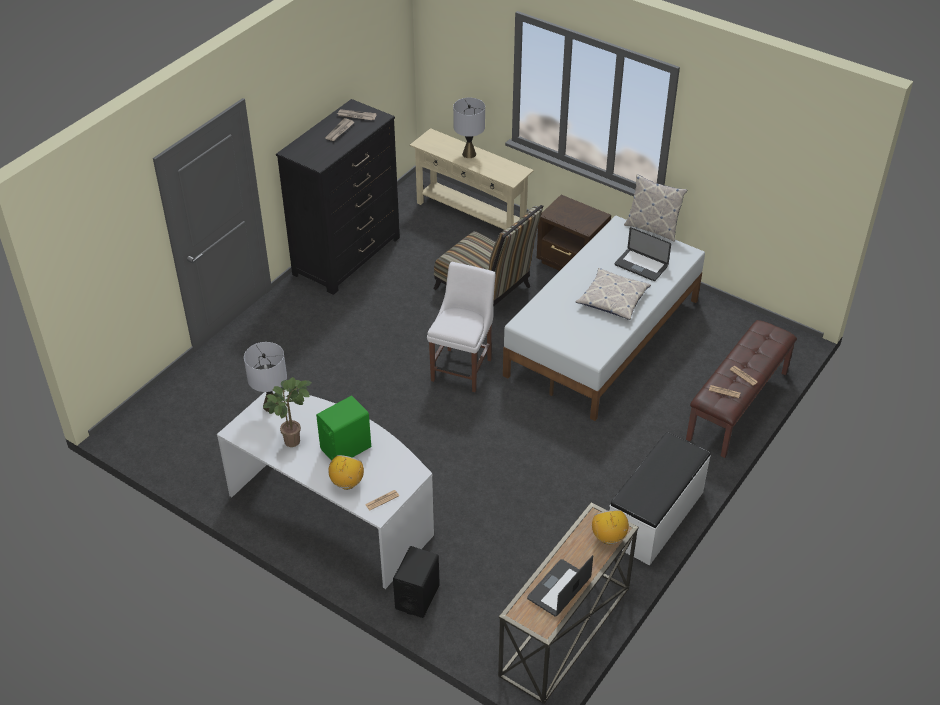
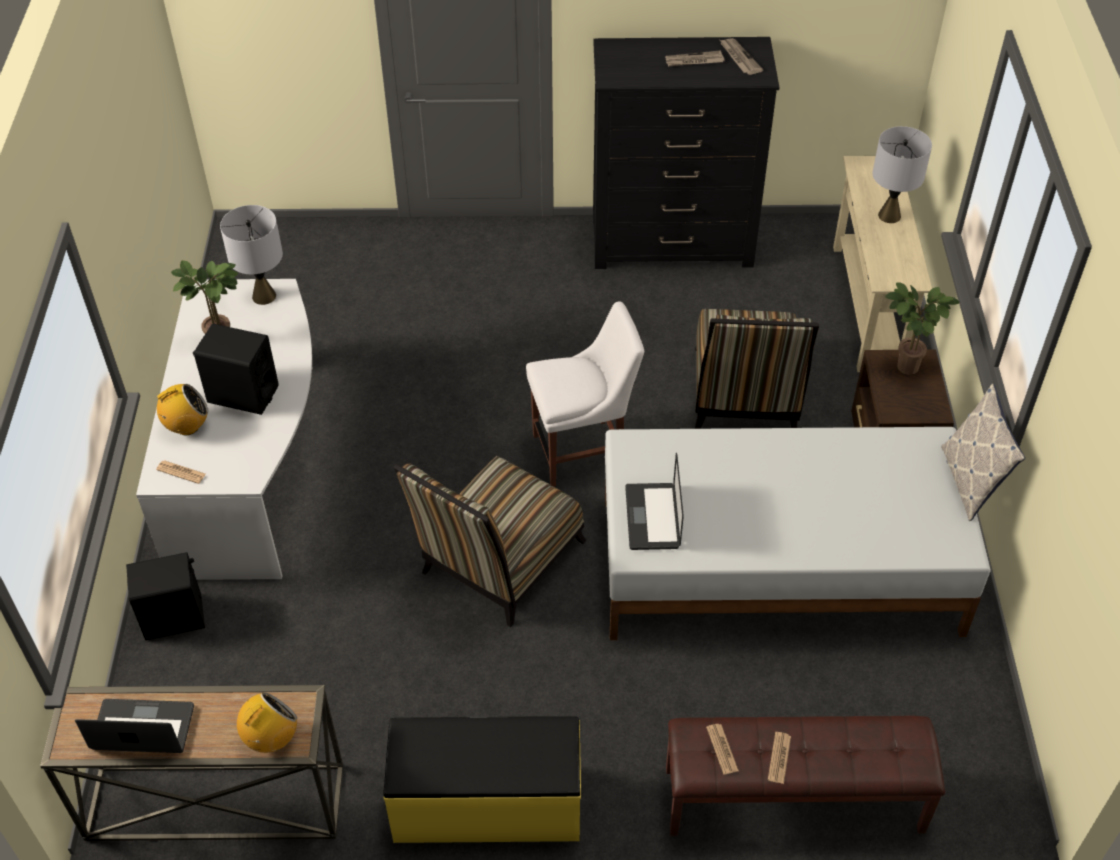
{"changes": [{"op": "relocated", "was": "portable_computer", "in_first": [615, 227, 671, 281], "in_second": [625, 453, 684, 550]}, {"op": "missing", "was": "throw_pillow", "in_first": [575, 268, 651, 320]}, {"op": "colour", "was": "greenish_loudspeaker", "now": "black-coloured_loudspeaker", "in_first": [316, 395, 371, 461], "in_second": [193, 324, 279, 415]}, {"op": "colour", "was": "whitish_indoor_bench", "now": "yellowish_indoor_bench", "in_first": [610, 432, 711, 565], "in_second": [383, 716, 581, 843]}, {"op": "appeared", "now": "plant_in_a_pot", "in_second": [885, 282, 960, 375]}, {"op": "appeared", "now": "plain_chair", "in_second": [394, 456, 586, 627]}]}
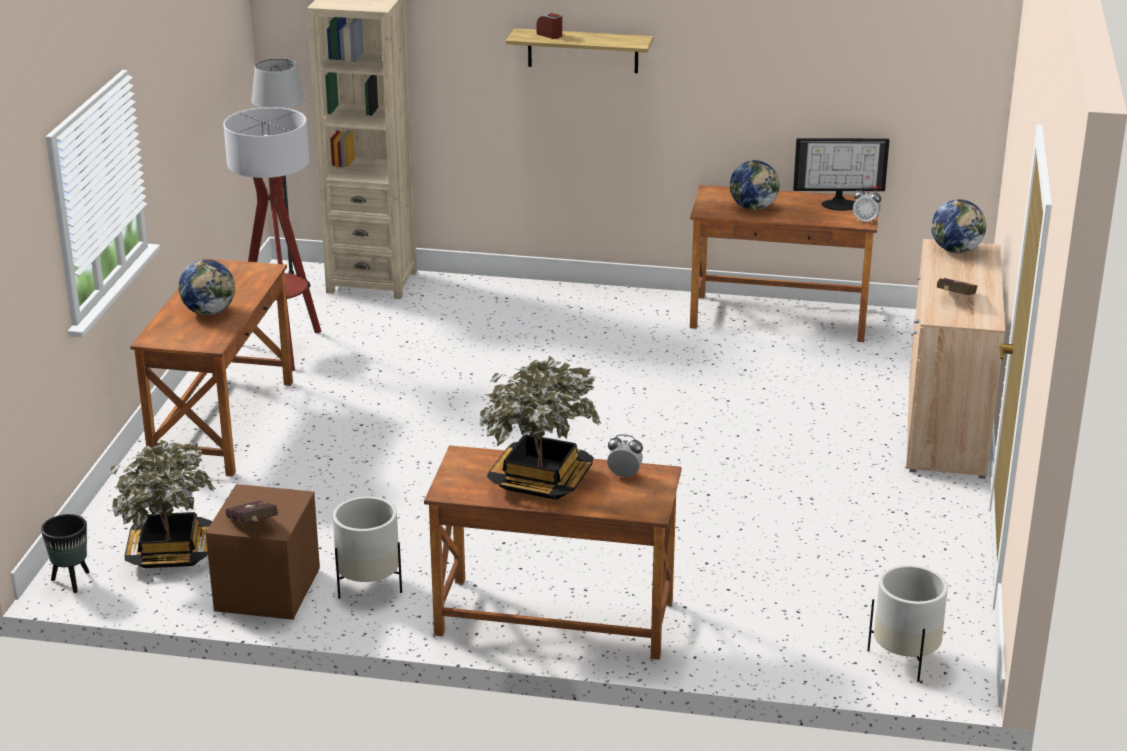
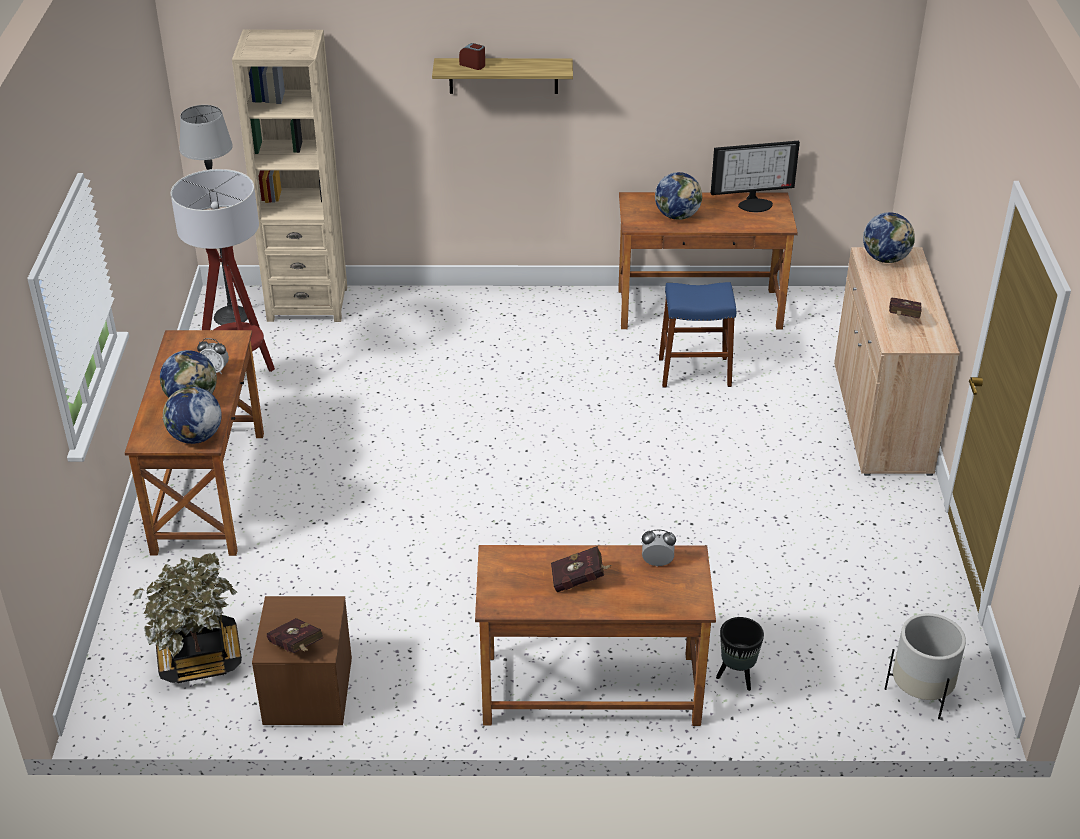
{"changes": [{"op": "relocated", "was": "alarm_clock", "in_first": [853, 187, 881, 224], "in_second": [197, 338, 229, 374]}, {"op": "exchanged", "was": "plant_in_a_pot", "now": "reddish_book", "in_first": [480, 356, 601, 500], "in_second": [551, 546, 612, 592]}, {"op": "missing", "was": "whitish_planter", "in_first": [333, 497, 402, 599]}, {"op": "relocated", "was": "black-coloured_planter", "in_first": [41, 514, 89, 593], "in_second": [716, 617, 764, 691]}, {"op": "appeared", "now": "blue_stool_seat", "in_second": [659, 282, 736, 387]}, {"op": "appeared", "now": "desk_globe", "in_second": [162, 387, 222, 444]}]}
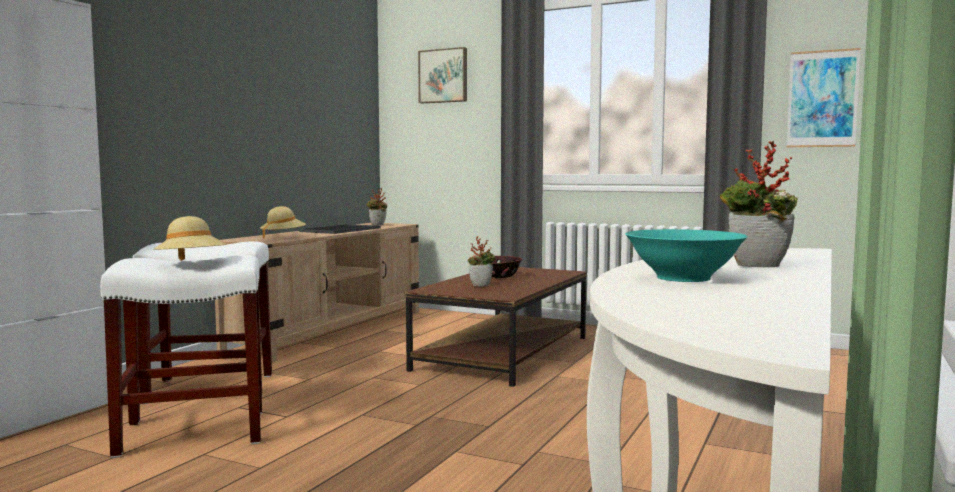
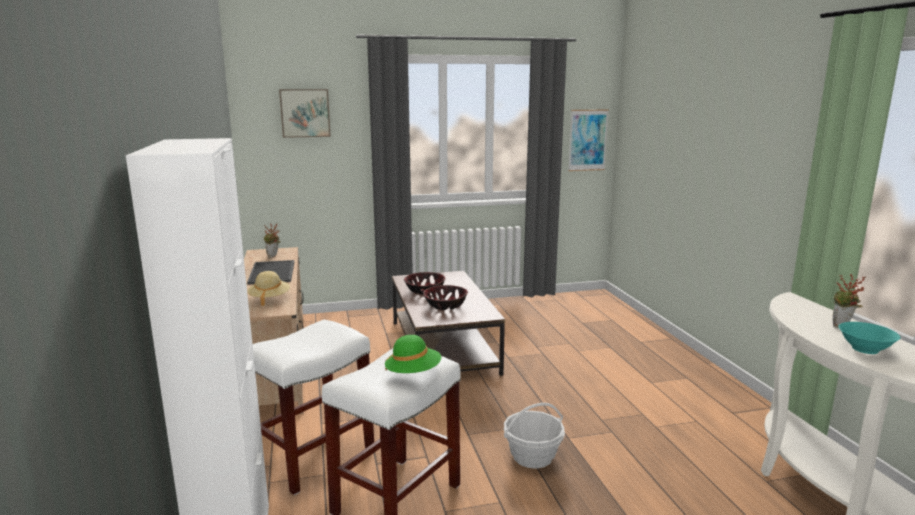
{"changes": [{"op": "colour", "was": "beige-coloured_hat", "now": "greenish_hat", "in_first": [154, 216, 227, 261], "in_second": [385, 335, 441, 373]}, {"op": "exchanged", "was": "plant_in_a_pot", "now": "deep_dish", "in_first": [468, 236, 496, 287], "in_second": [423, 285, 468, 310]}, {"op": "appeared", "now": "household_basket", "in_second": [504, 403, 565, 469]}]}
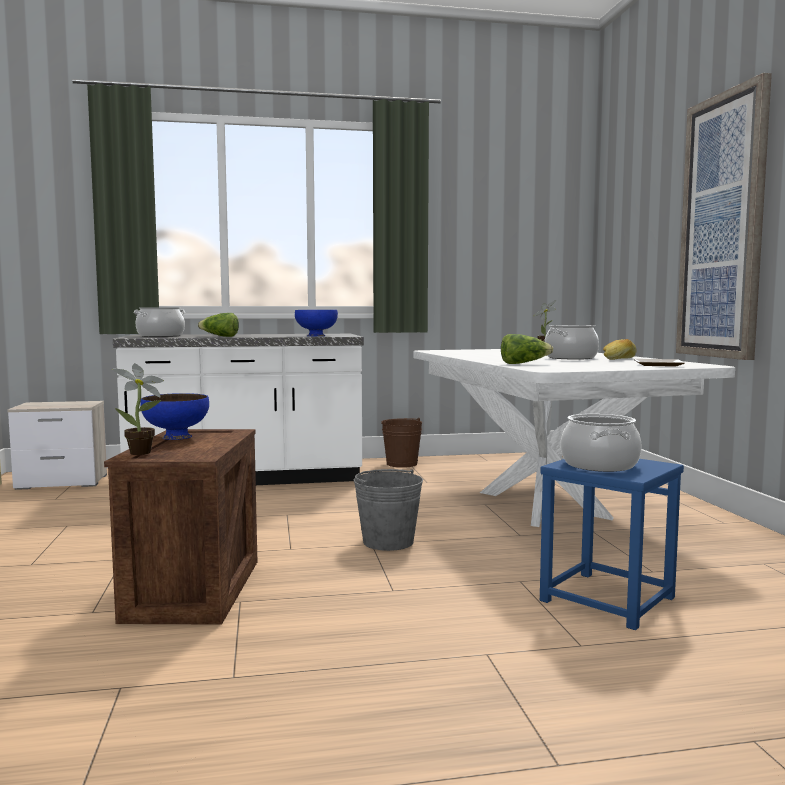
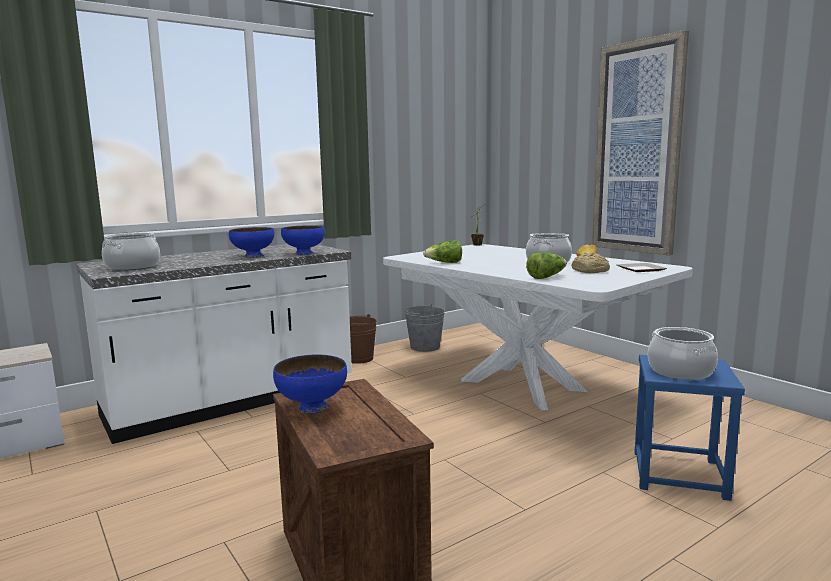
{"changes": [{"op": "relocated", "was": "lettuce", "in_first": [198, 313, 239, 337], "in_second": [423, 240, 462, 263]}, {"op": "missing", "was": "plant_in_a_pot", "in_first": [112, 363, 164, 455]}, {"op": "relocated", "was": "gray_water_bucket", "in_first": [354, 469, 423, 551], "in_second": [405, 304, 445, 352]}, {"op": "appeared", "now": "blue_deep_dish", "in_second": [229, 227, 274, 258]}, {"op": "appeared", "now": "bakery_bread", "in_second": [571, 253, 610, 273]}]}
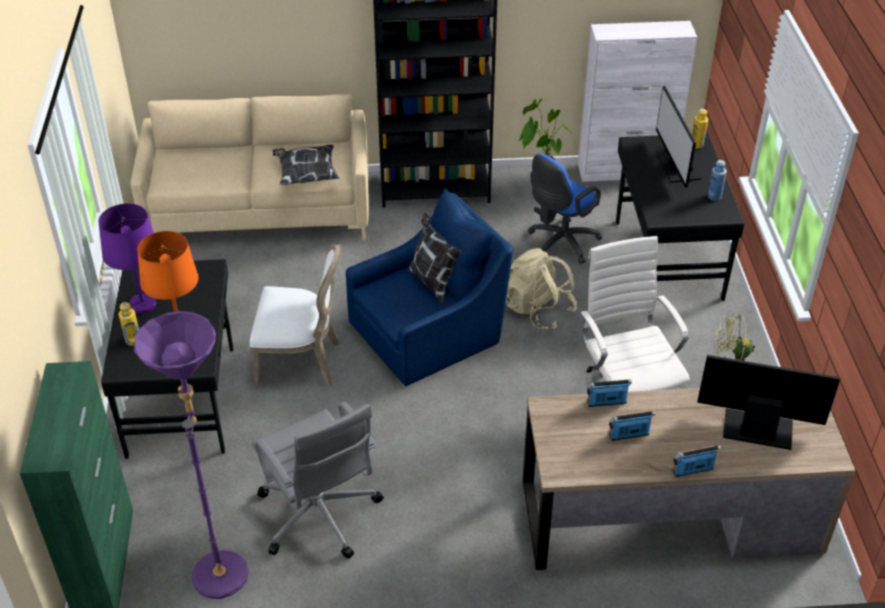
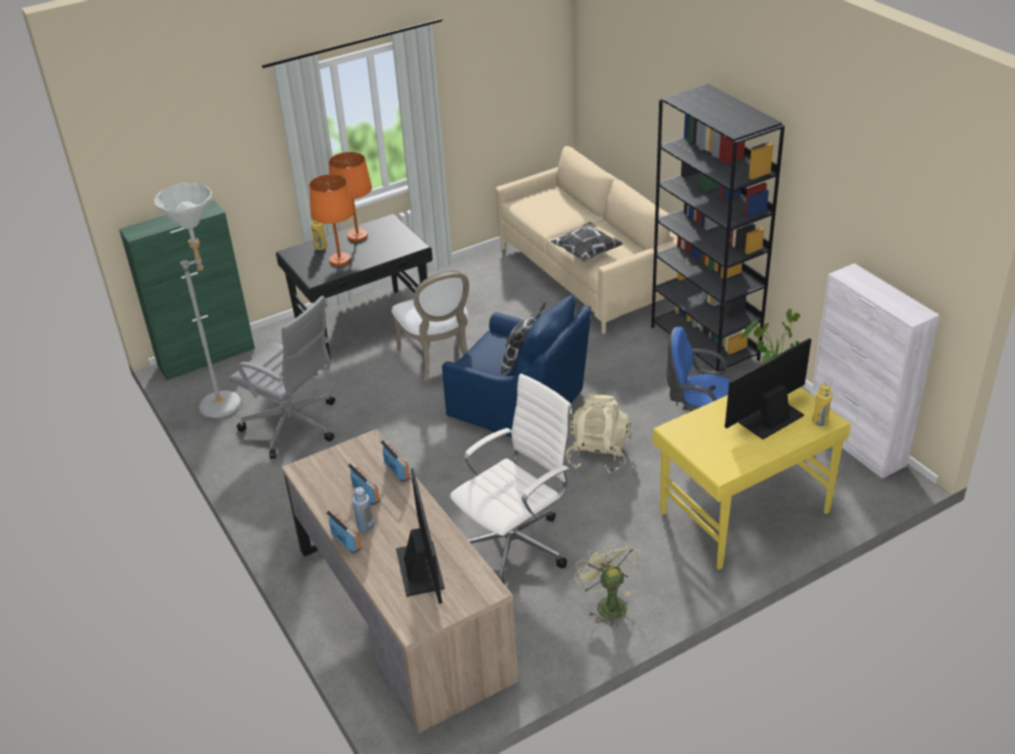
{"changes": [{"op": "colour", "was": "black-coloured_desk", "now": "yellowish_desk", "in_first": [616, 134, 744, 301], "in_second": [653, 387, 851, 570]}, {"op": "relocated", "was": "blue_drink_bottle", "in_first": [708, 160, 727, 201], "in_second": [353, 487, 374, 532]}, {"op": "colour", "was": "purple_table_lamp", "now": "orangey_table_lamp", "in_first": [98, 204, 156, 314], "in_second": [329, 152, 372, 242]}, {"op": "colour", "was": "purple_standard_lamp", "now": "gray_standard_lamp", "in_first": [134, 311, 249, 599], "in_second": [154, 183, 241, 418]}, {"op": "spun", "was": "gray_desk_chair", "in_first": [252, 402, 384, 559], "in_second": [229, 296, 335, 459], "clockwise": -90}]}
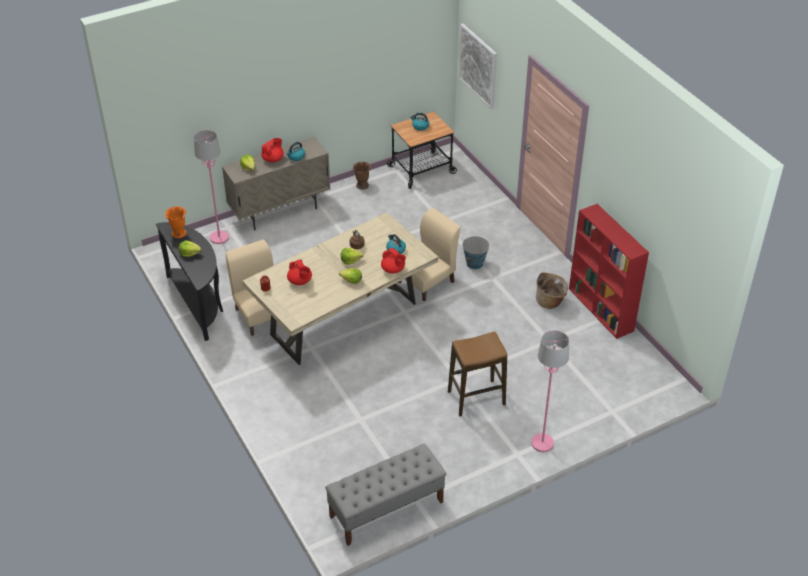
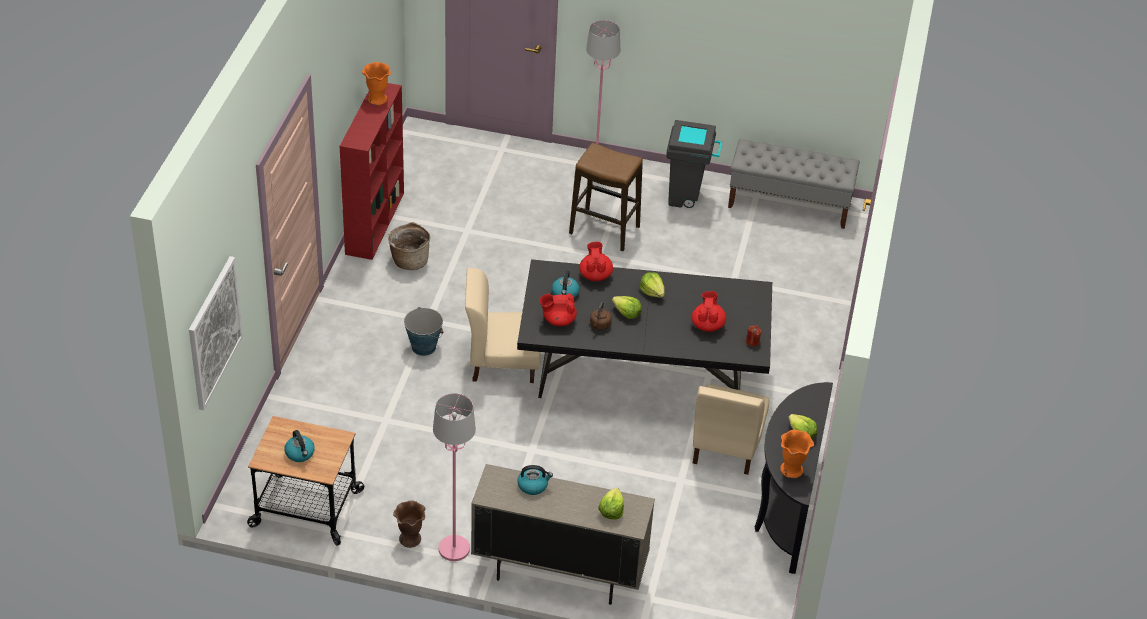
{"changes": [{"op": "relocated", "was": "pinkish_standard_lamp", "in_first": [194, 130, 229, 244], "in_second": [433, 393, 476, 561]}, {"op": "relocated", "was": "reddish_pot_for_tea", "in_first": [261, 138, 284, 162], "in_second": [540, 293, 577, 326]}, {"op": "colour", "was": "beige-coloured_dining_table", "now": "black-coloured_dining_table", "in_first": [242, 212, 438, 365], "in_second": [517, 259, 772, 398]}, {"op": "appeared", "now": "orangey_vase", "in_second": [362, 62, 391, 105]}, {"op": "appeared", "now": "gray_rubbish_bin", "in_second": [666, 120, 722, 208]}]}
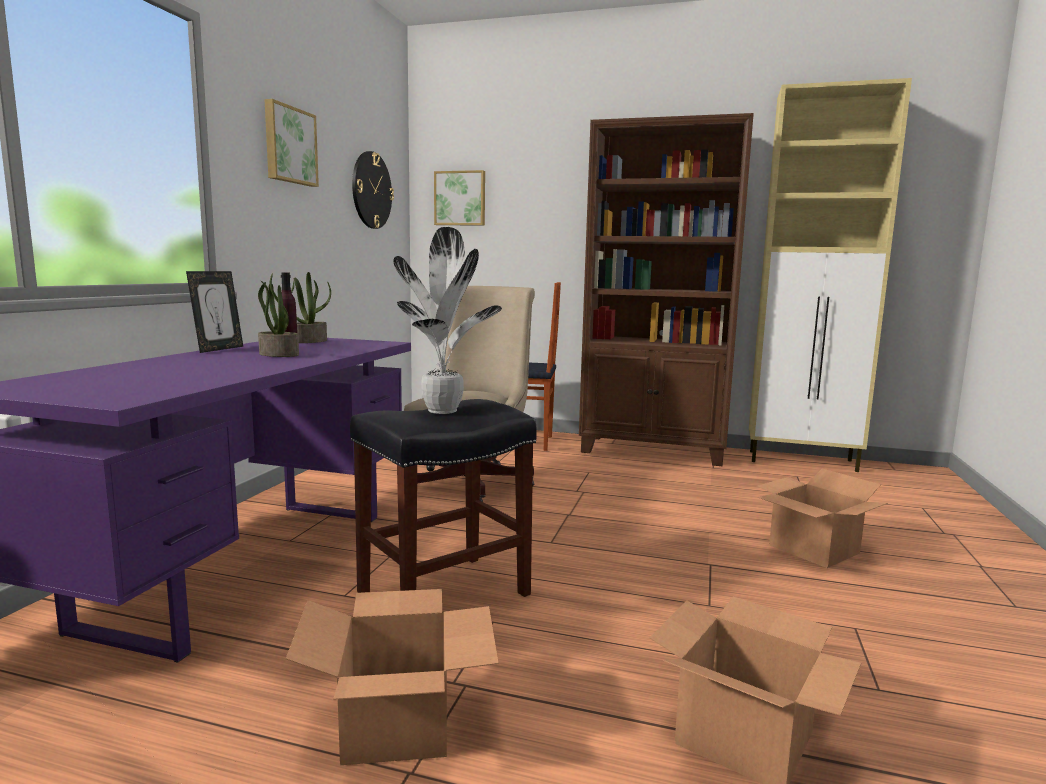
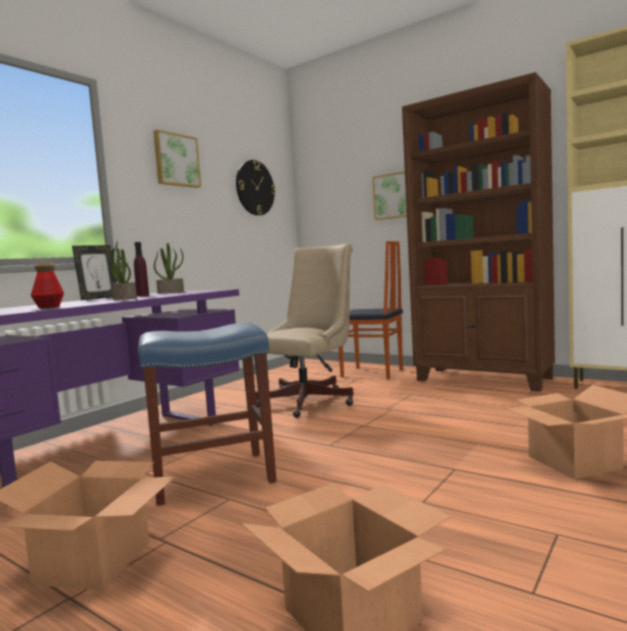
{"changes": [{"op": "relocated", "was": "picture", "in_first": [434, 170, 485, 225], "in_second": [372, 171, 407, 220]}, {"op": "missing", "was": "plant_in_a_pot", "in_first": [394, 227, 502, 414]}, {"op": "colour", "was": "black-coloured_stool_seat", "now": "blue_stool_seat", "in_first": [350, 399, 537, 597], "in_second": [138, 323, 276, 506]}, {"op": "appeared", "now": "drink_bottle", "in_second": [30, 262, 64, 309]}]}
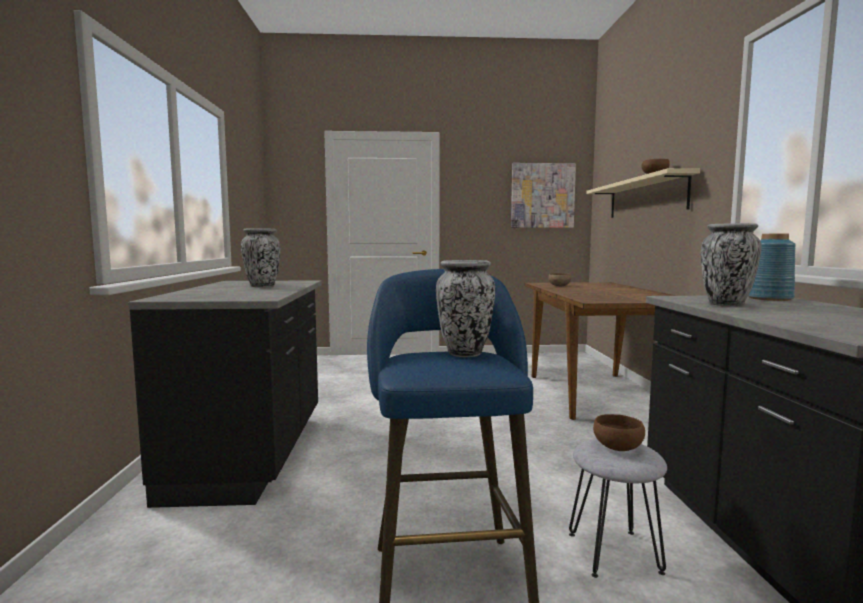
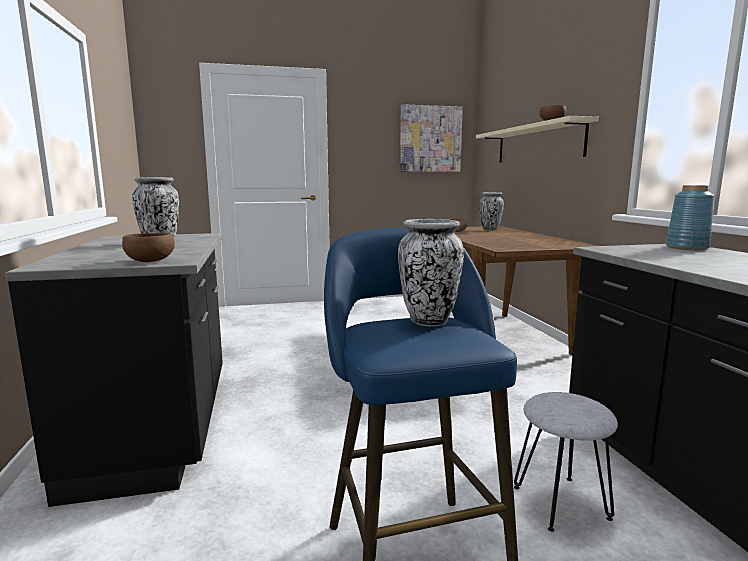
{"changes": [{"op": "relocated", "was": "vase", "in_first": [701, 223, 762, 306], "in_second": [479, 192, 504, 230]}, {"op": "relocated", "was": "brownish_deep_dish", "in_first": [593, 414, 645, 451], "in_second": [122, 233, 175, 262]}]}
